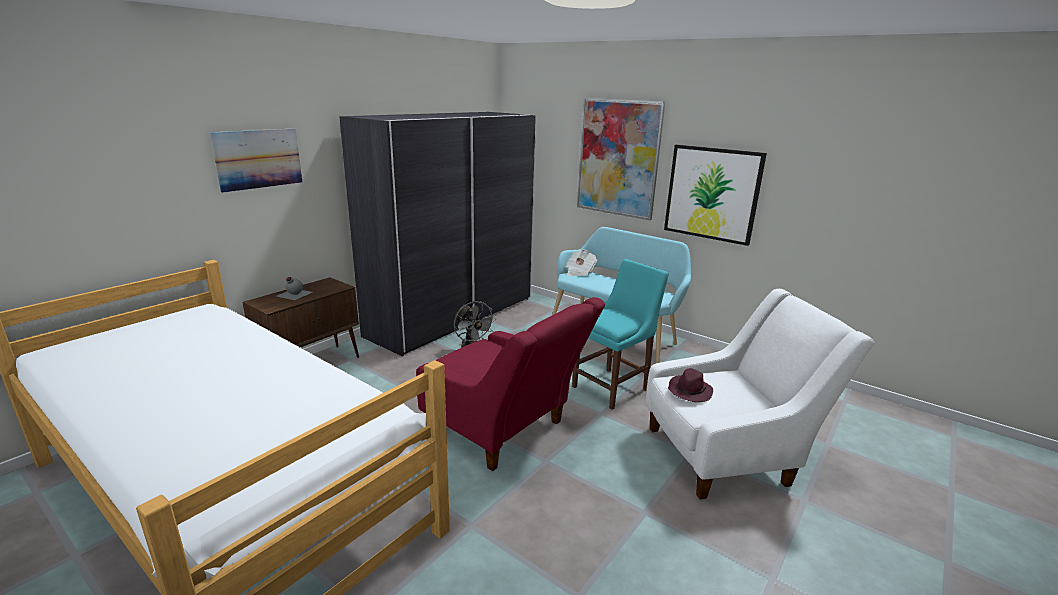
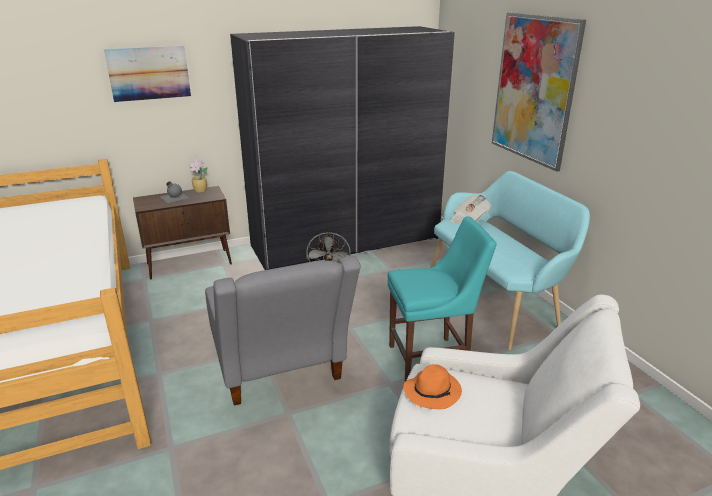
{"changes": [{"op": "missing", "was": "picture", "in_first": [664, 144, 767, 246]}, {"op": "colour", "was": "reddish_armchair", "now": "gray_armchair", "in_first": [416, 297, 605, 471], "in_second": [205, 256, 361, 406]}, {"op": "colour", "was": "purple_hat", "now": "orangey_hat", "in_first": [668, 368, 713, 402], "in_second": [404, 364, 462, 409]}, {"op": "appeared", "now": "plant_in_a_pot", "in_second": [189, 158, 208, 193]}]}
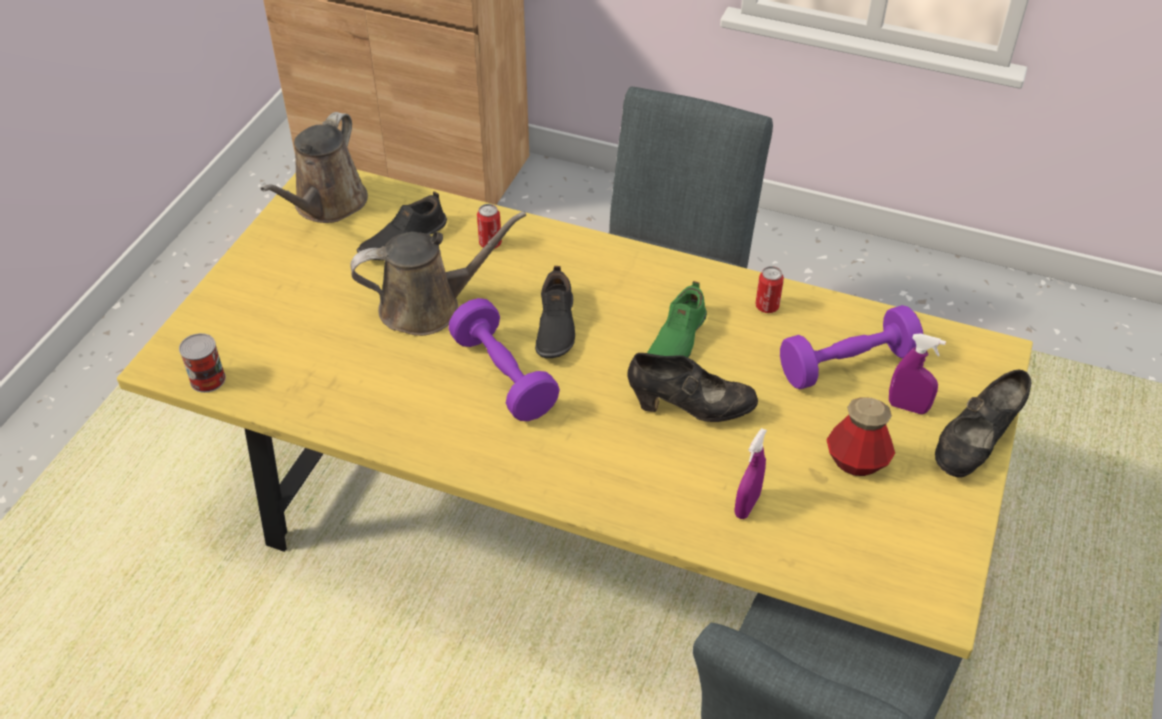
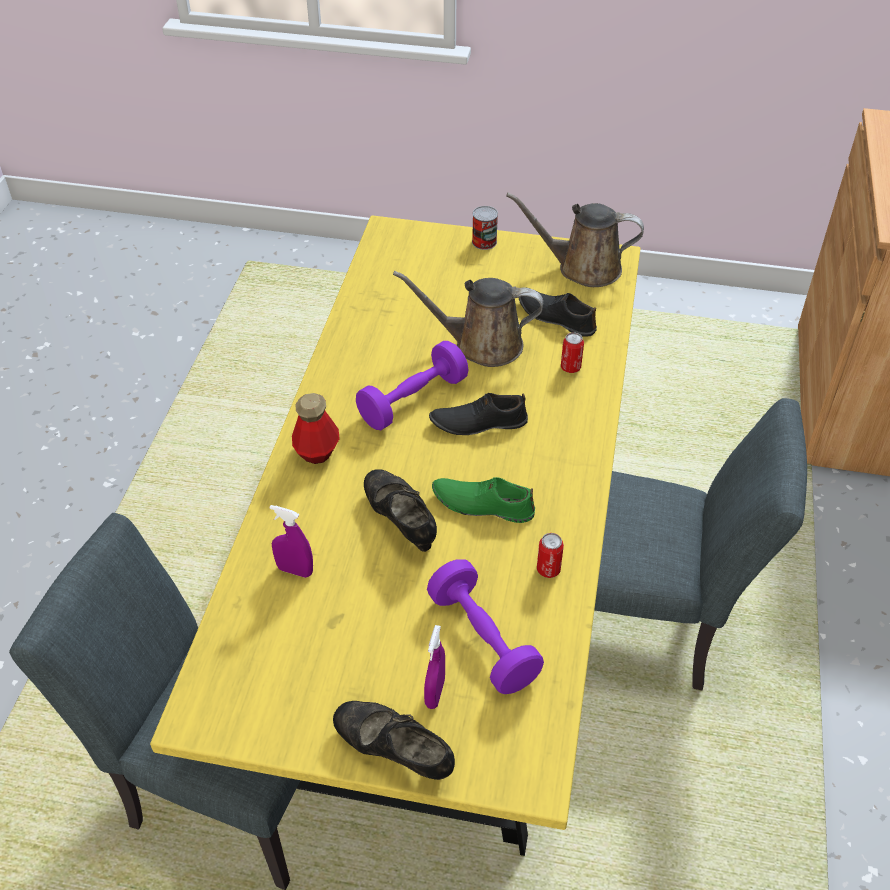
{"changes": [{"op": "spun", "was": "brownish_watering_pot", "in_first": [350, 211, 526, 336], "in_second": [393, 271, 543, 367], "clockwise": 120}, {"op": "relocated", "was": "can", "in_first": [179, 333, 226, 393], "in_second": [472, 206, 498, 250]}, {"op": "spun", "was": "black-coloured_shoe", "in_first": [627, 353, 758, 422], "in_second": [364, 469, 437, 552], "clockwise": 150}, {"op": "relocated", "was": "drink_bottle", "in_first": [826, 397, 895, 476], "in_second": [292, 393, 340, 464]}]}
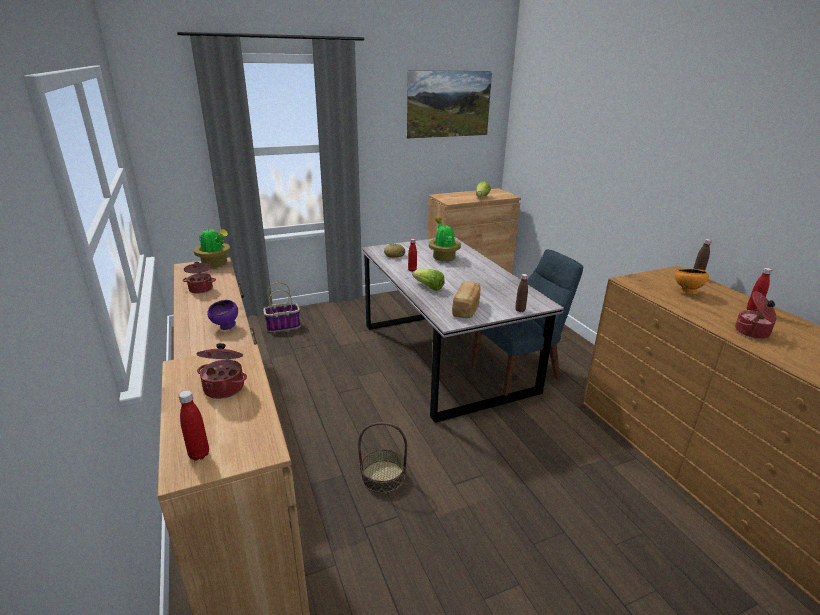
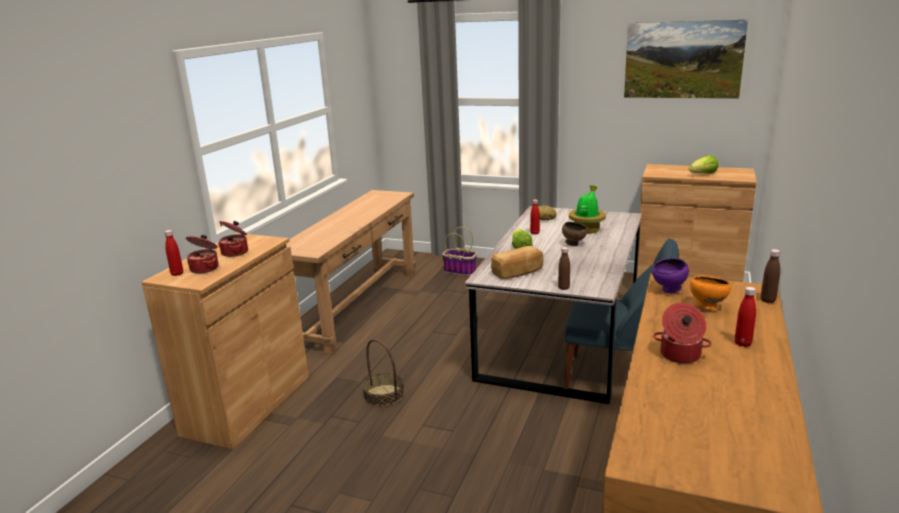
{"changes": [{"op": "missing", "was": "plant_in_a_pot", "in_first": [194, 226, 231, 267]}, {"op": "relocated", "was": "stockpot", "in_first": [183, 262, 216, 294], "in_second": [186, 235, 219, 274]}, {"op": "relocated", "was": "purple_deep_dish", "in_first": [207, 300, 238, 330], "in_second": [652, 258, 689, 293]}, {"op": "appeared", "now": "brownish_deep_dish", "in_second": [562, 222, 587, 246]}]}
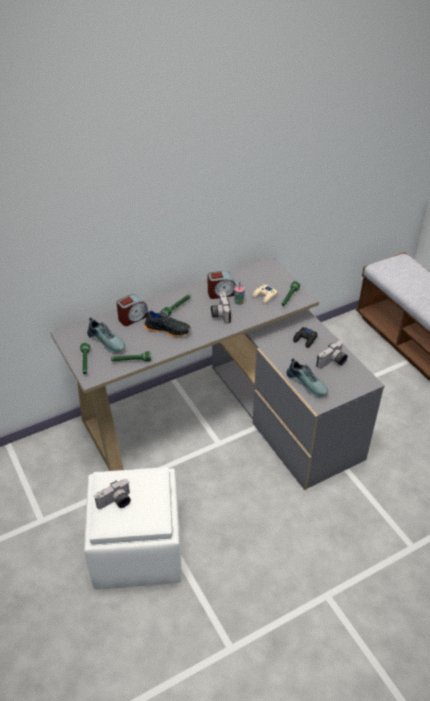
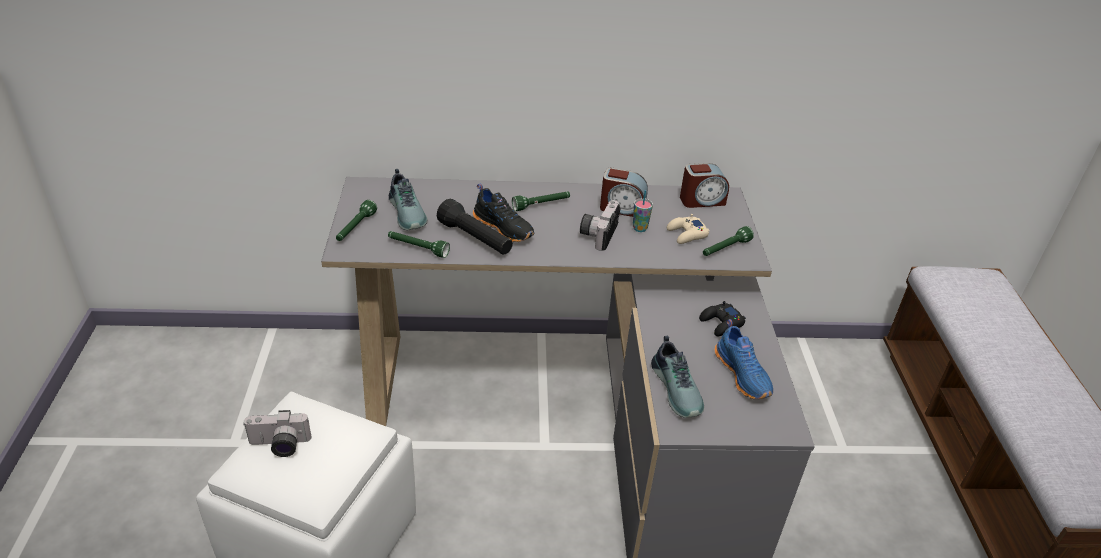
{"changes": [{"op": "relocated", "was": "alarm_clock", "in_first": [116, 294, 148, 326], "in_second": [680, 163, 729, 208]}, {"op": "exchanged", "was": "still_camera", "now": "blue_shoe", "in_first": [316, 341, 348, 369], "in_second": [715, 319, 773, 399]}, {"op": "appeared", "now": "black-coloured_hand_torch", "in_second": [437, 199, 513, 254]}]}
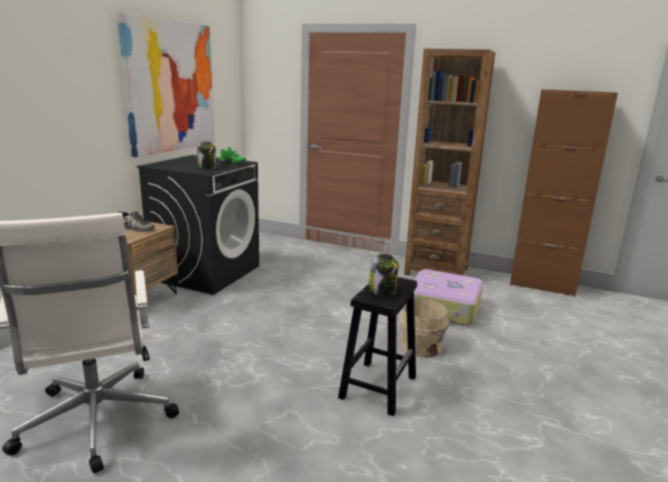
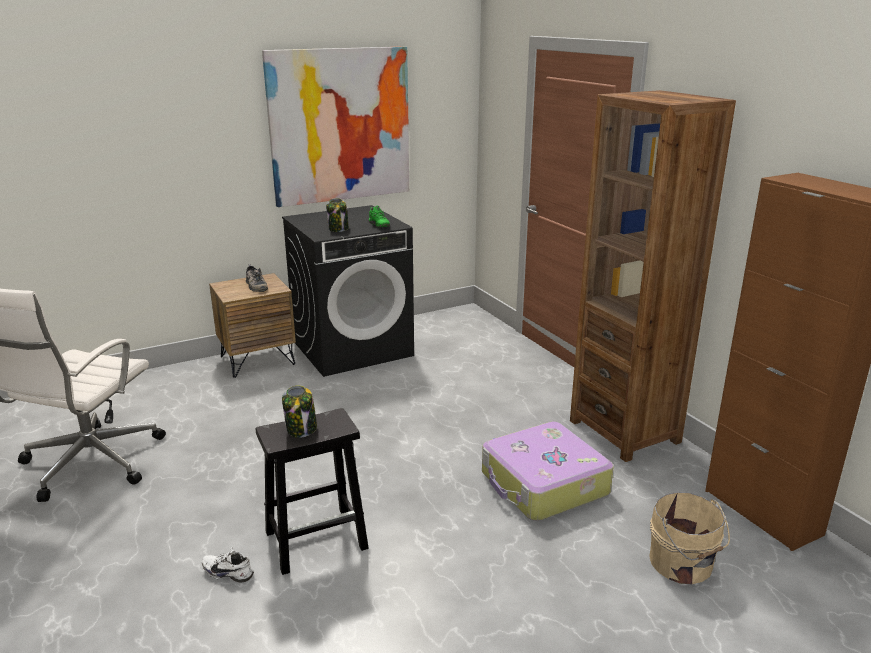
{"changes": [{"op": "relocated", "was": "beige-coloured_water_bucket", "in_first": [401, 297, 449, 357], "in_second": [649, 492, 730, 584]}, {"op": "appeared", "now": "whitish_shoe", "in_second": [202, 547, 254, 583]}]}
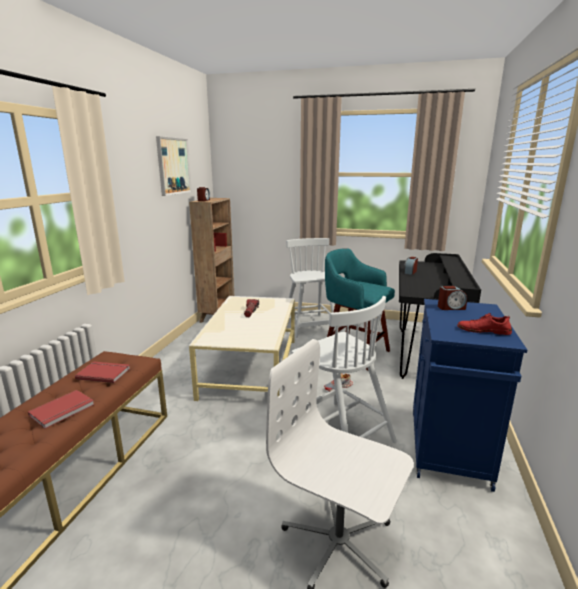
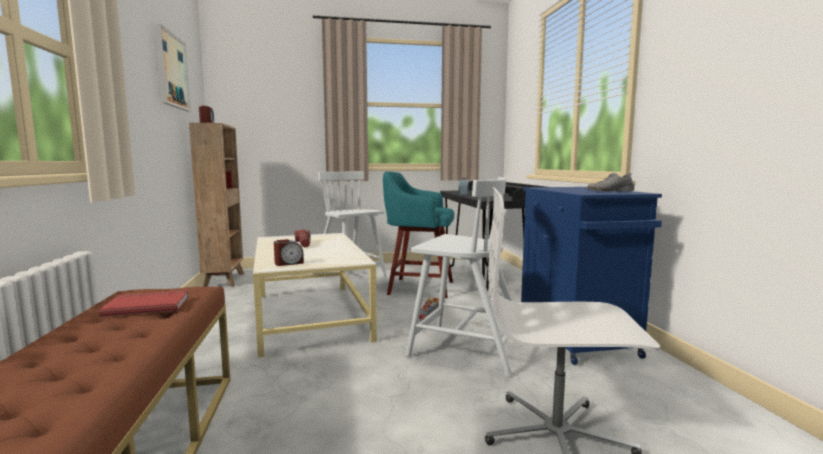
{"changes": [{"op": "relocated", "was": "alarm_clock", "in_first": [438, 286, 467, 310], "in_second": [274, 239, 304, 266]}, {"op": "colour", "was": "reddish_shoe", "now": "gray_shoe", "in_first": [457, 313, 512, 335], "in_second": [587, 173, 634, 192]}, {"op": "missing", "was": "reddish_book", "in_first": [28, 390, 95, 429]}]}
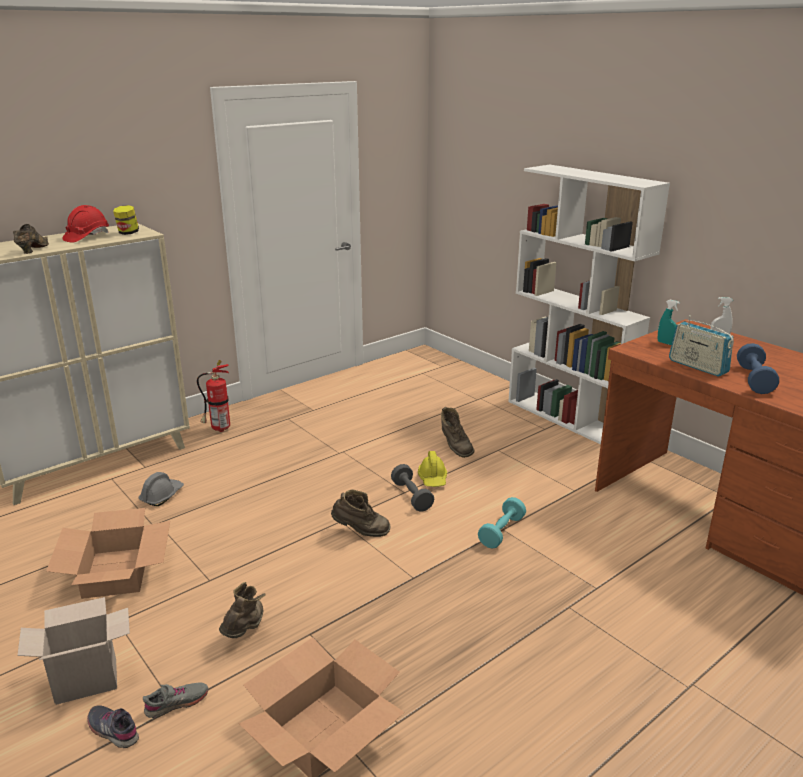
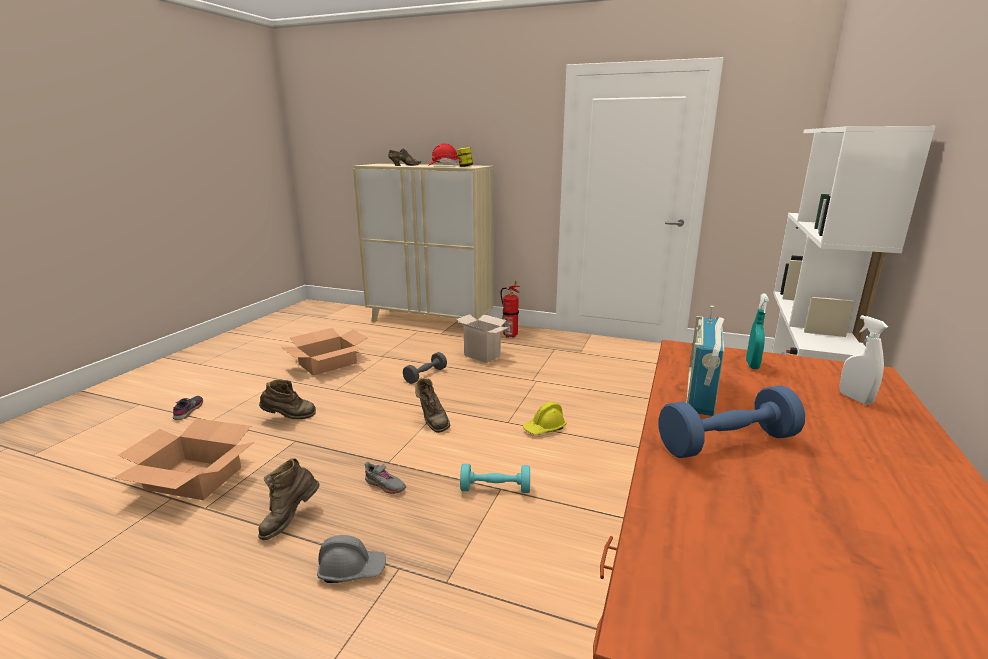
{"changes": [{"op": "relocated", "was": "brownish_boot", "in_first": [441, 407, 475, 458], "in_second": [258, 458, 320, 540]}, {"op": "relocated", "was": "gray_dumbbell", "in_first": [391, 464, 434, 512], "in_second": [403, 352, 447, 384]}, {"op": "relocated", "was": "gray_safety_helmet", "in_first": [138, 472, 184, 506], "in_second": [317, 535, 386, 583]}, {"op": "relocated", "was": "cardboard_box", "in_first": [17, 597, 130, 705], "in_second": [456, 314, 509, 363]}, {"op": "relocated", "was": "gray_shoe", "in_first": [143, 683, 208, 718], "in_second": [364, 462, 406, 494]}]}
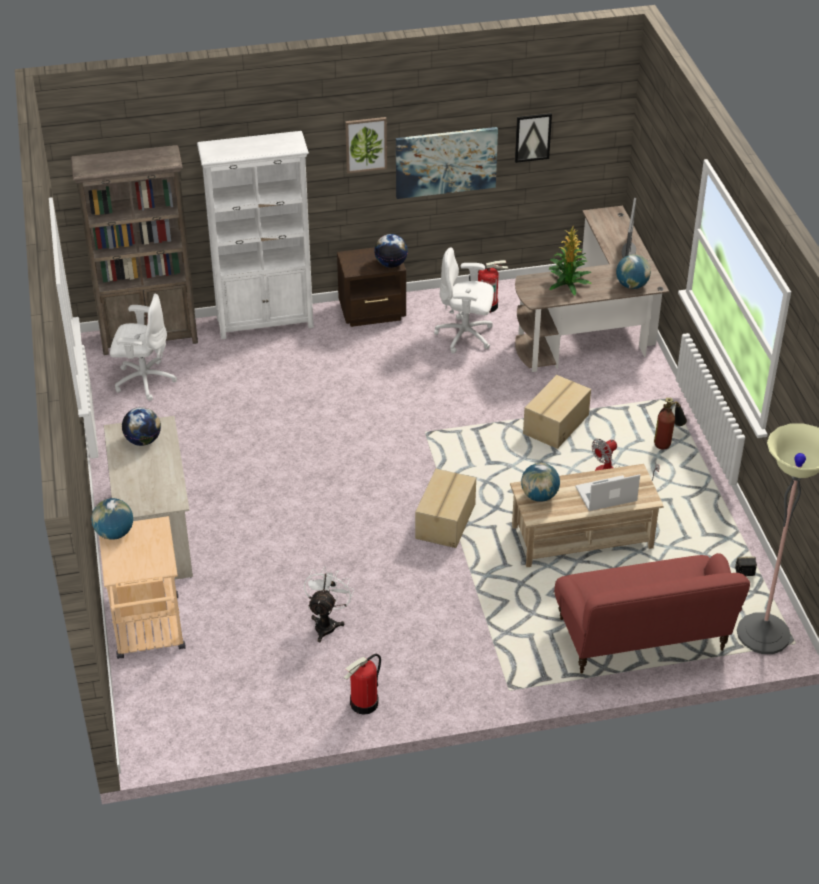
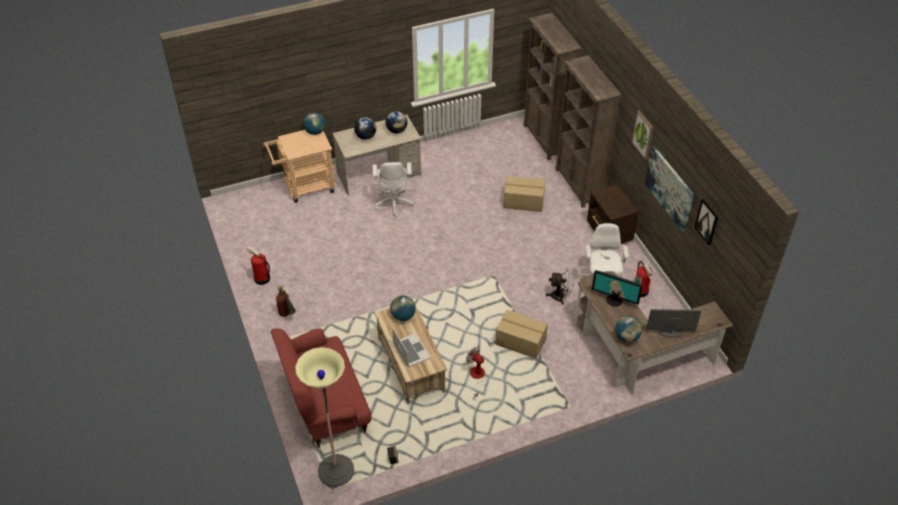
{"changes": [{"op": "colour", "was": "whitish_shelving_unit", "now": "brownish_shelving_unit", "in_first": [197, 131, 314, 339], "in_second": [555, 55, 621, 208]}, {"op": "exchanged", "was": "plant_in_a_pot", "now": "computer_display", "in_first": [549, 226, 592, 295], "in_second": [592, 270, 643, 307]}, {"op": "relocated", "was": "desk_globe", "in_first": [374, 234, 408, 268], "in_second": [354, 117, 376, 140]}, {"op": "relocated", "was": "whitish_desk_chair", "in_first": [110, 294, 177, 401], "in_second": [372, 162, 414, 218]}, {"op": "relocated", "was": "fire_extinguisher", "in_first": [654, 398, 687, 449], "in_second": [276, 286, 296, 317]}, {"op": "relocated", "was": "cardboard_box", "in_first": [415, 469, 476, 548], "in_second": [503, 176, 545, 212]}, {"op": "relocated", "was": "whitish_electric_fan", "in_first": [304, 566, 354, 642], "in_second": [546, 266, 575, 305]}]}
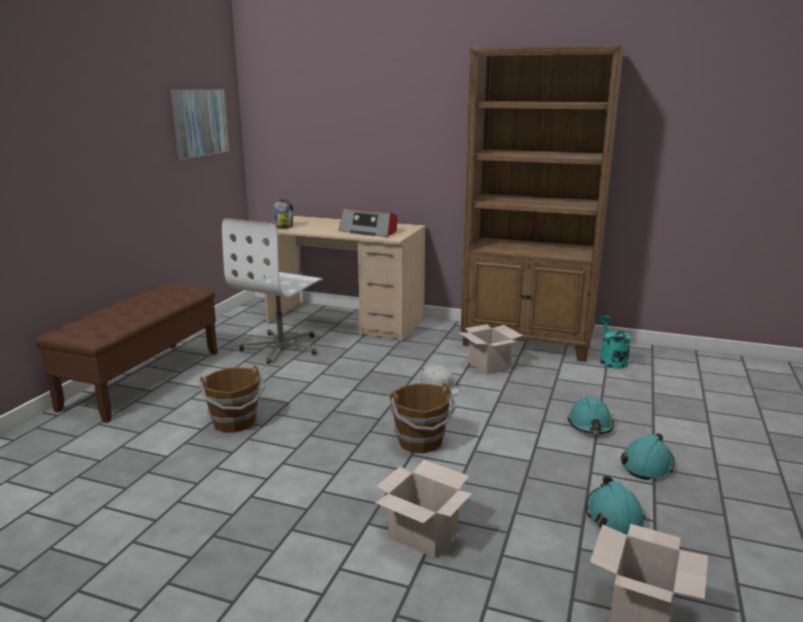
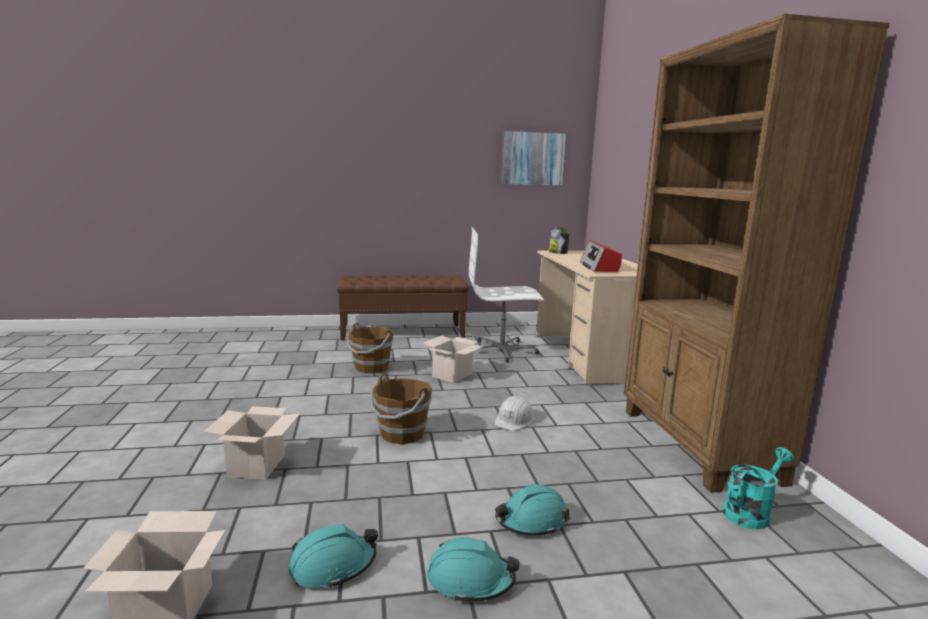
{"changes": [{"op": "relocated", "was": "cardboard_box", "in_first": [458, 324, 523, 375], "in_second": [423, 335, 484, 383]}]}
